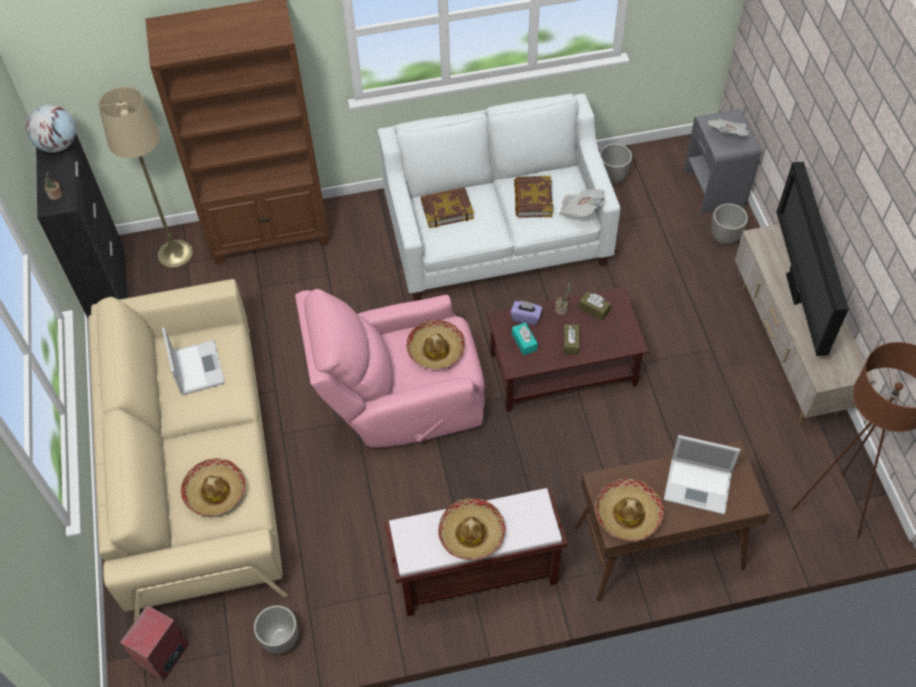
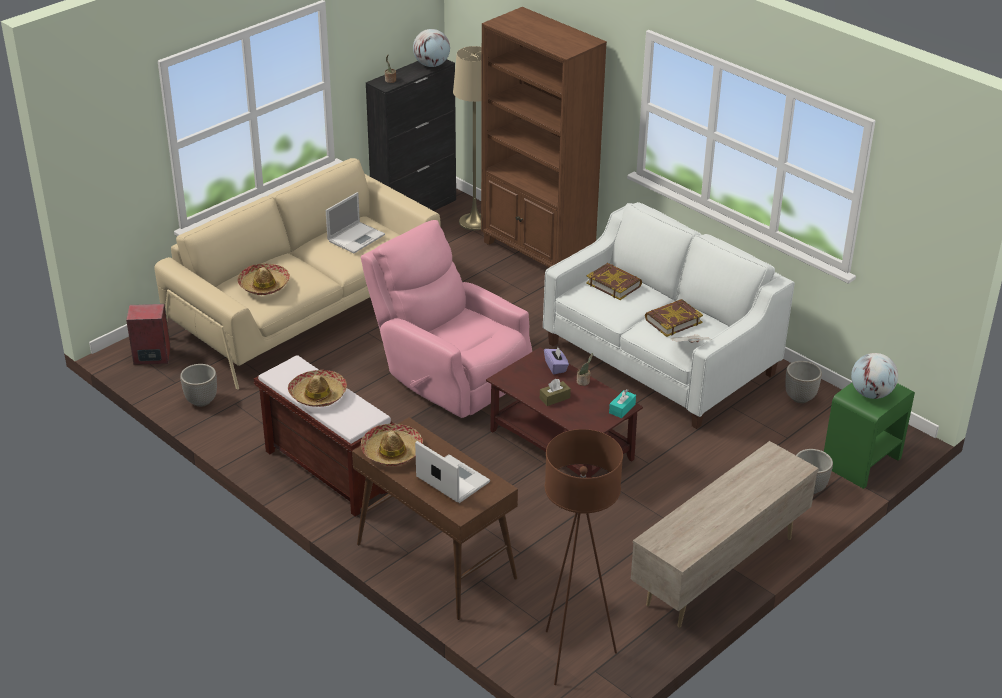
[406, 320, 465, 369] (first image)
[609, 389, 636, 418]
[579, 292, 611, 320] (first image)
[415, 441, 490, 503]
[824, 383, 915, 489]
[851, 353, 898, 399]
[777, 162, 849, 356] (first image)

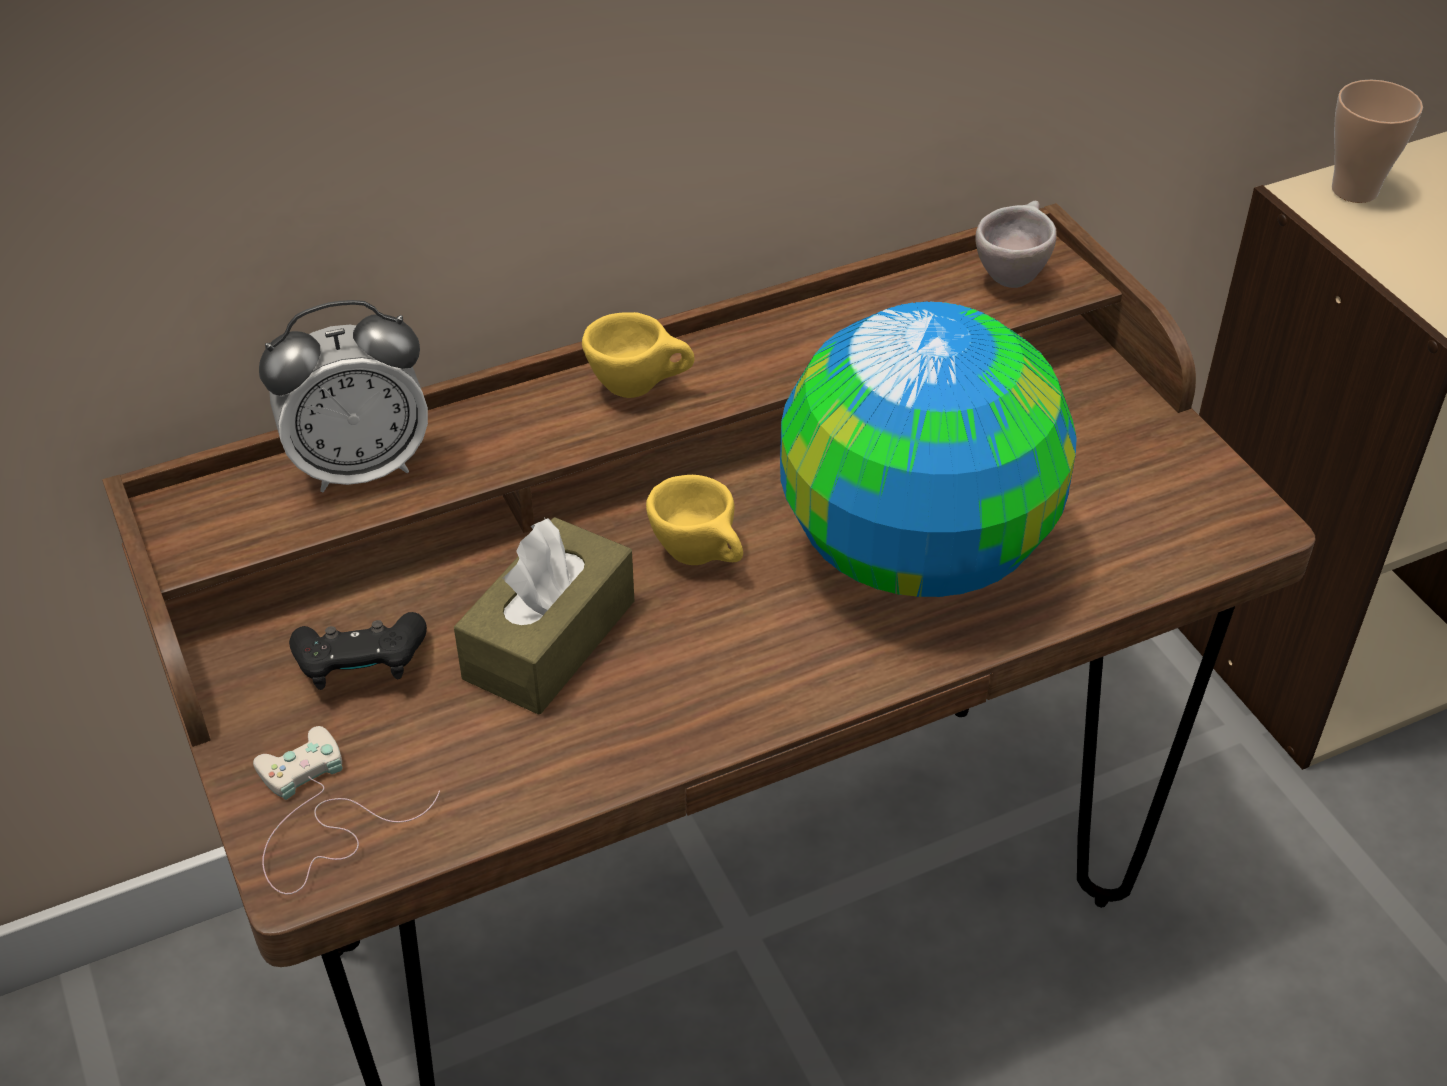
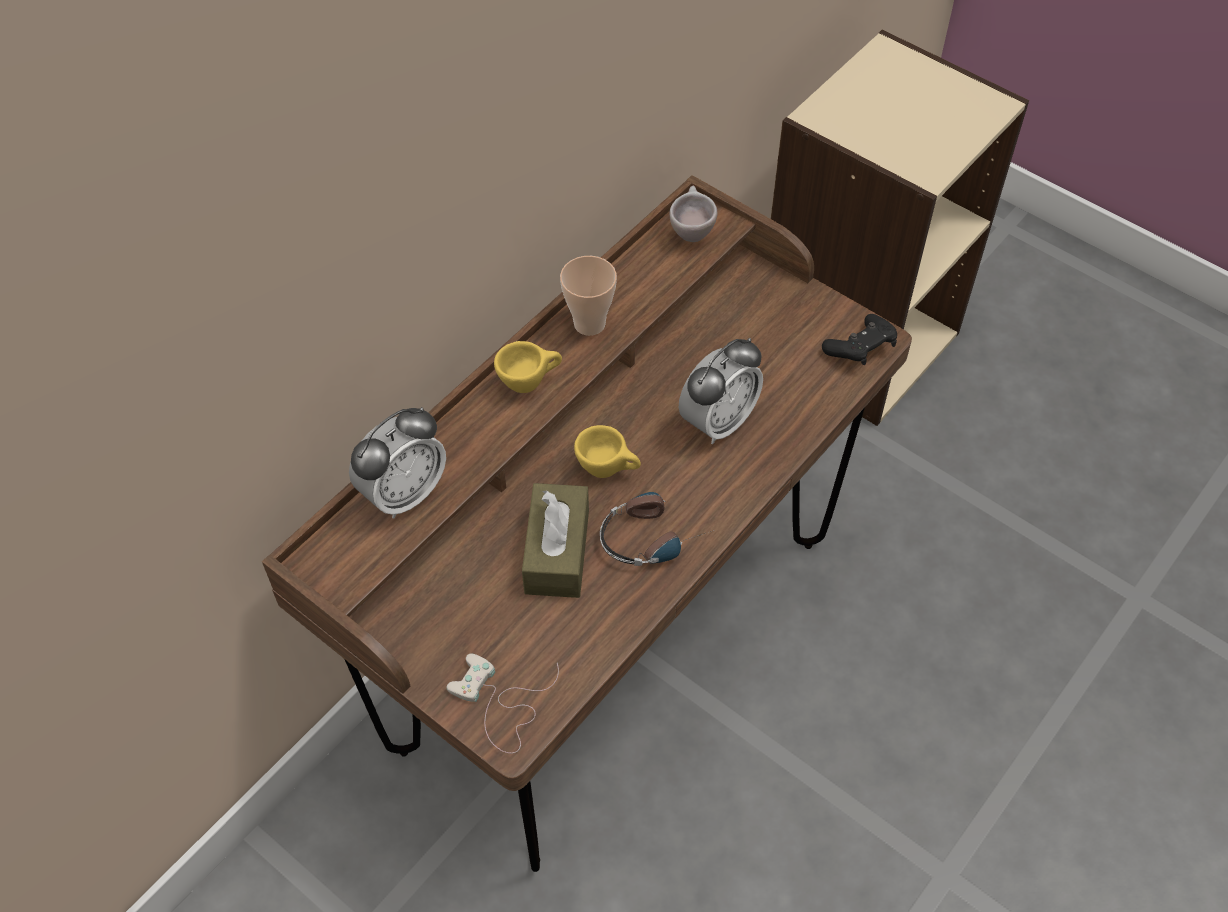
[822, 314, 897, 365]
[679, 338, 763, 444]
[560, 256, 617, 336]
[600, 492, 714, 566]

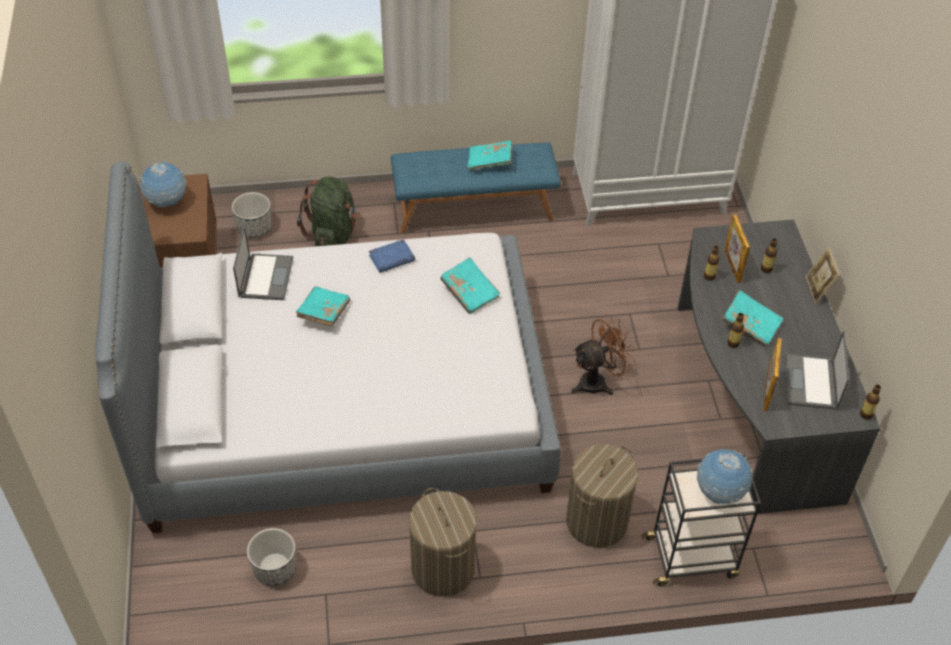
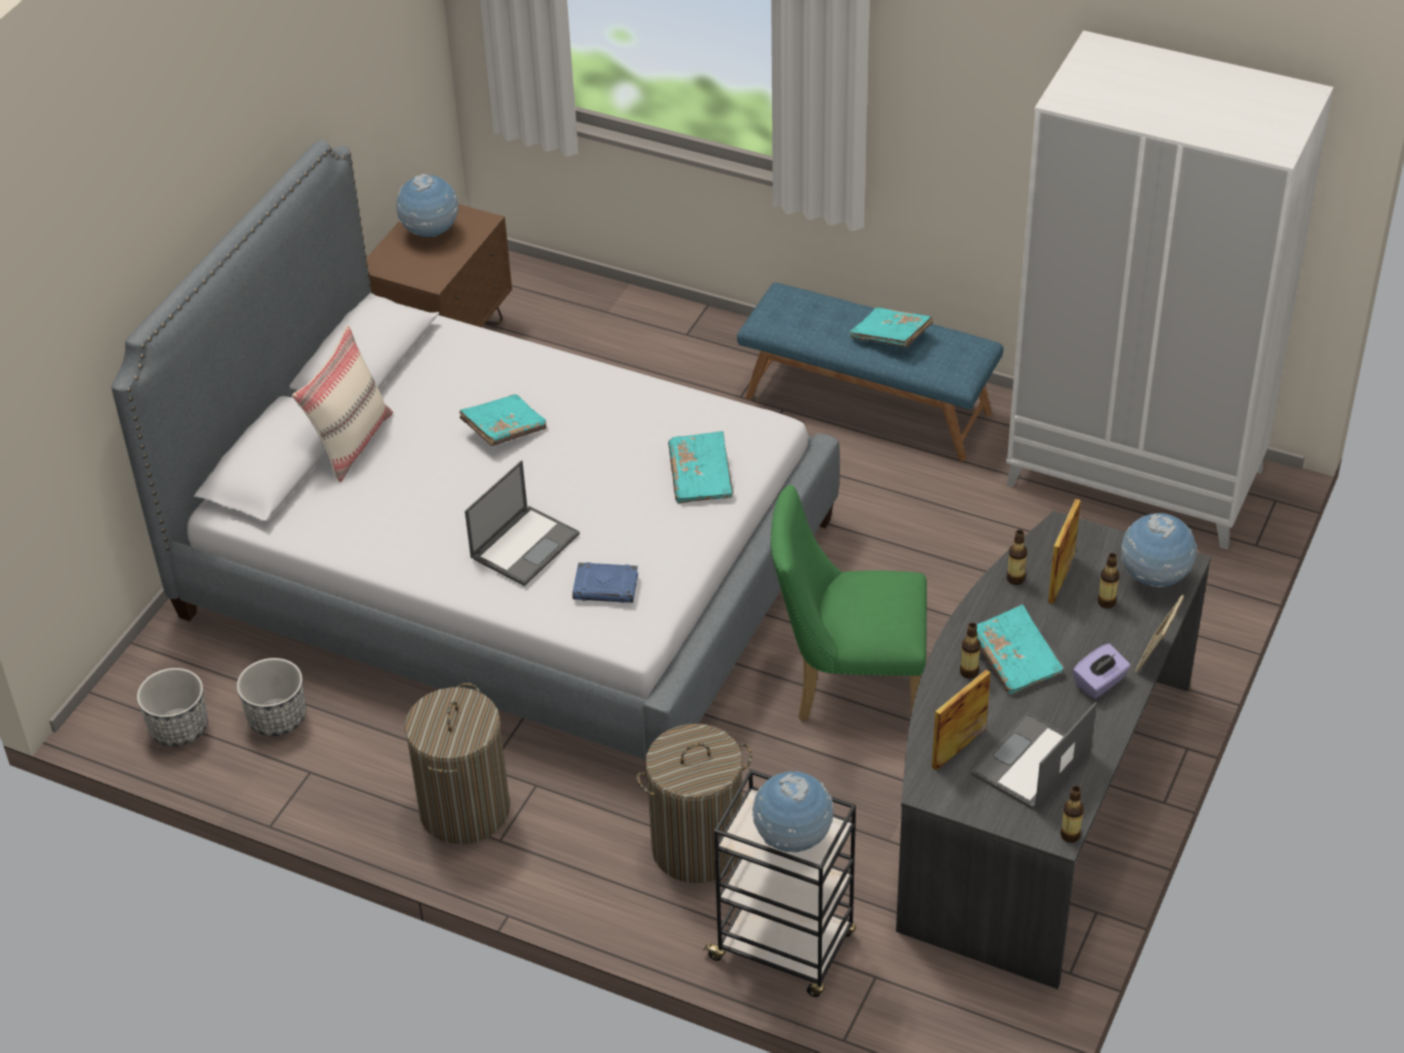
[137, 668, 208, 746]
[465, 460, 580, 586]
[297, 177, 359, 246] (first image)
[572, 562, 638, 603]
[771, 485, 927, 721]
[292, 326, 393, 482]
[1073, 643, 1130, 699]
[1121, 513, 1197, 587]

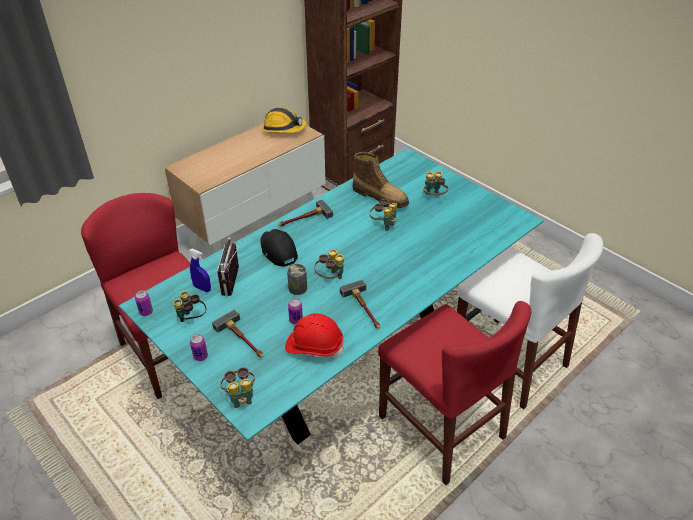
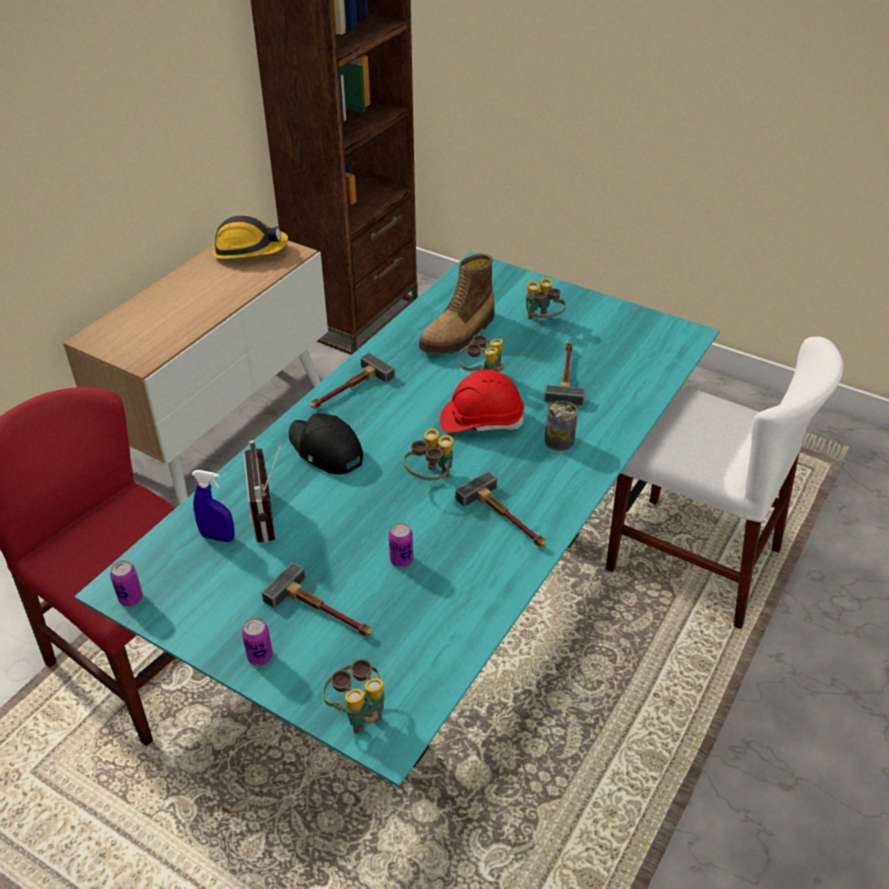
[173, 291, 206, 322] (first image)
[440, 370, 524, 433]
[544, 401, 578, 451]
[419, 254, 495, 354]
[378, 301, 531, 485] (first image)
[544, 343, 585, 406]

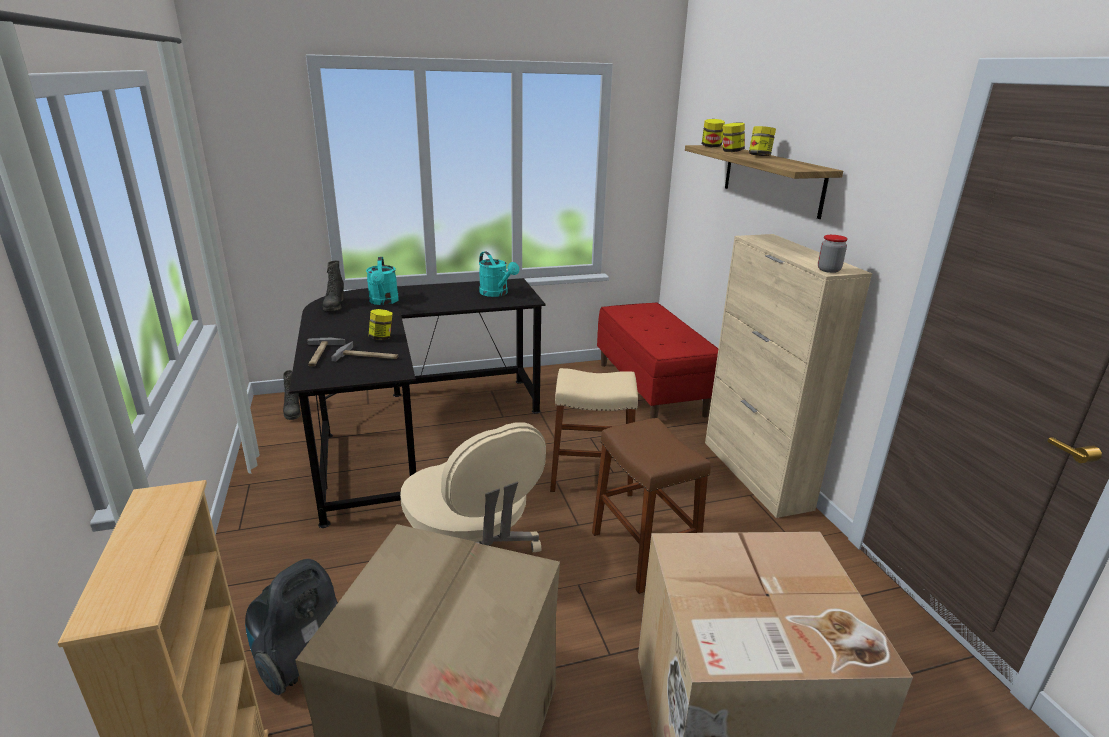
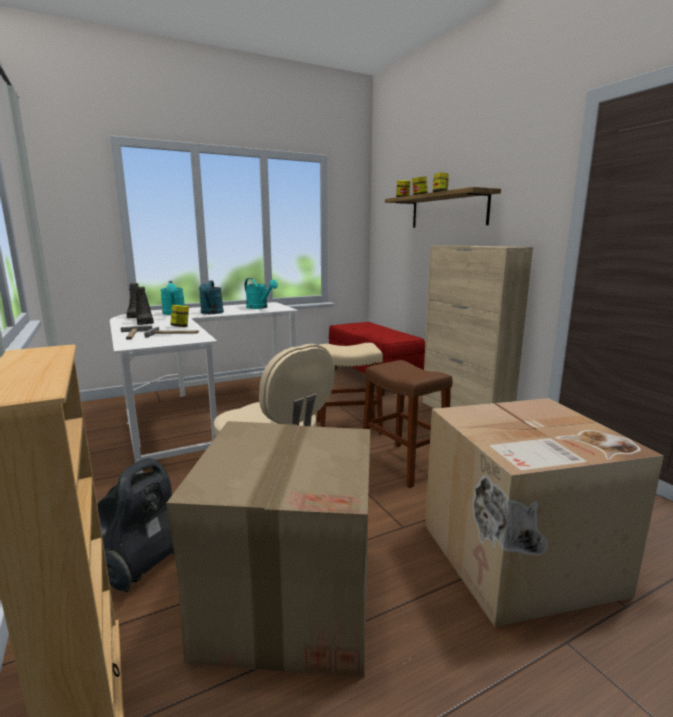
[136, 287, 154, 325]
[110, 302, 298, 474]
[818, 235, 848, 273] (first image)
[199, 281, 224, 314]

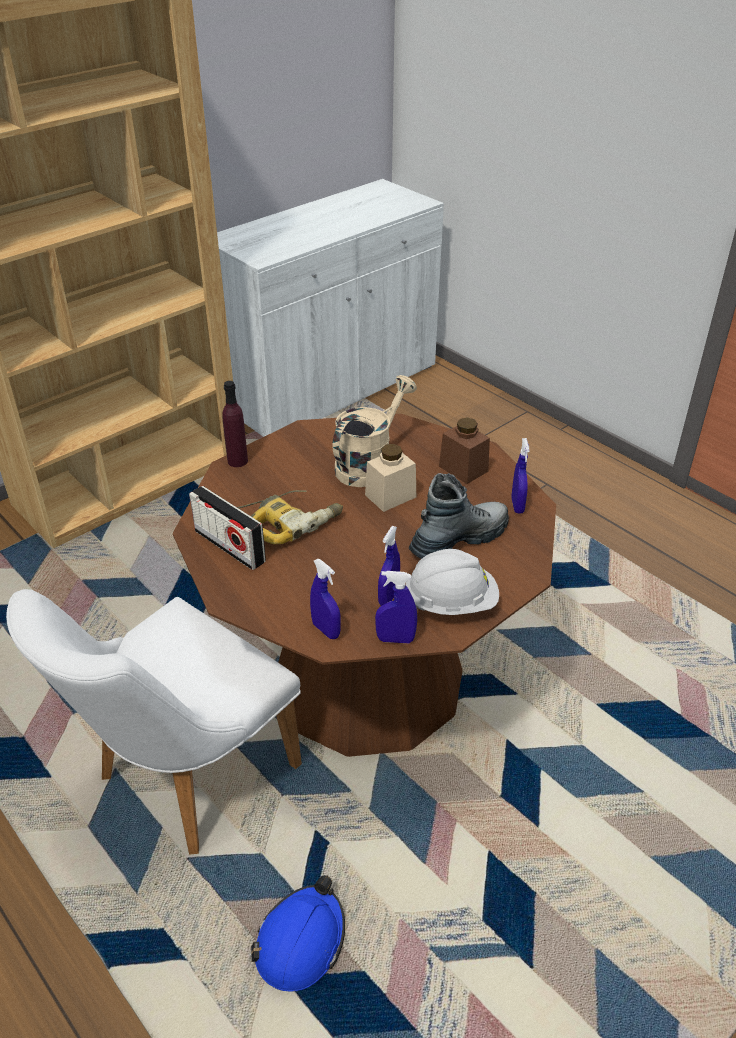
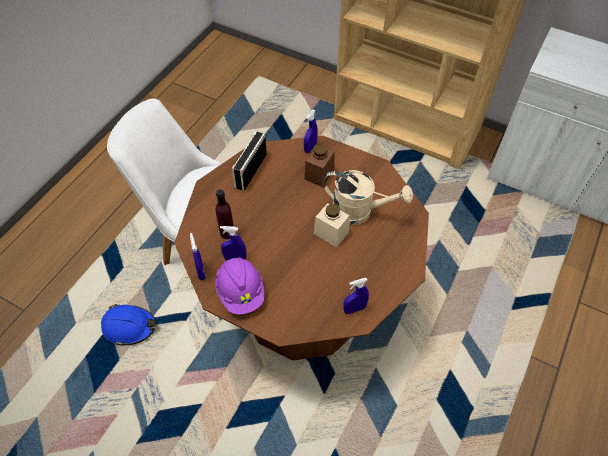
[216, 189, 234, 239]
[237, 490, 343, 544] (first image)
[304, 110, 318, 153]
[215, 257, 264, 315]
[409, 473, 509, 559] (first image)
[304, 145, 335, 187]

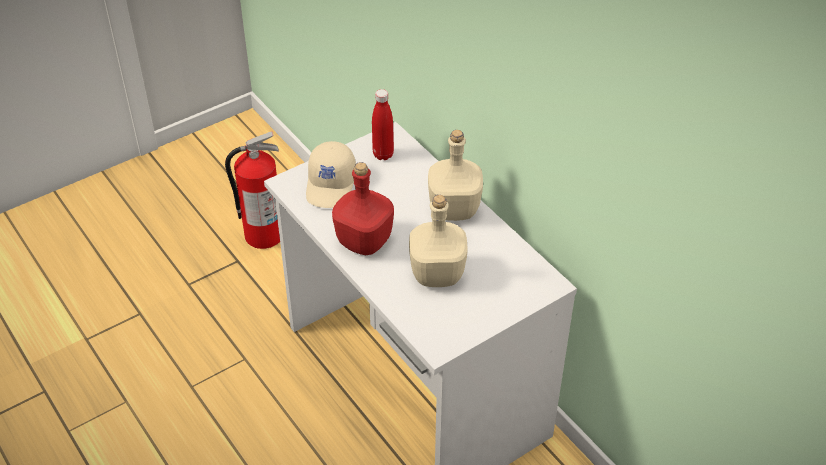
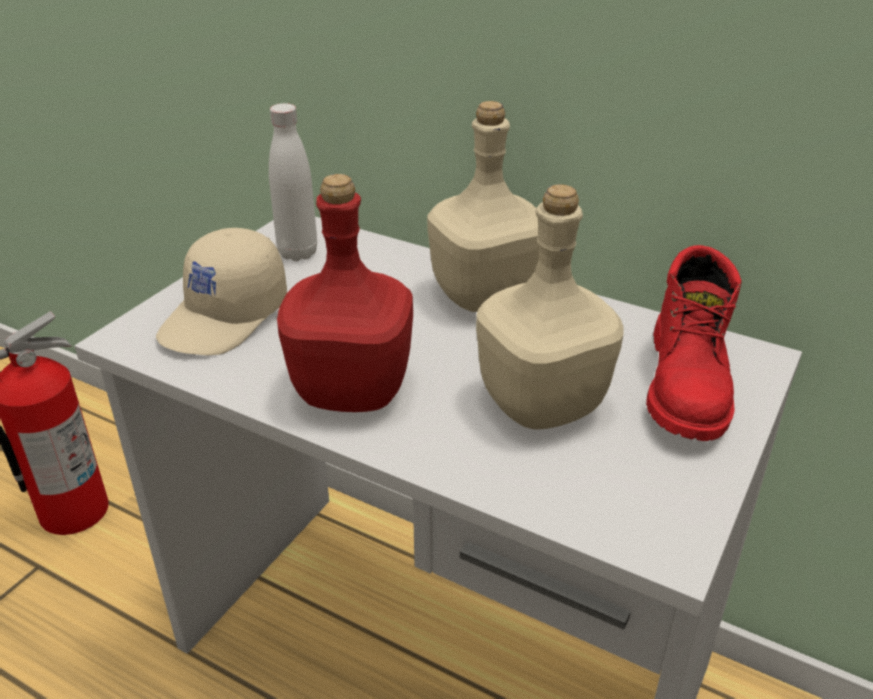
[156, 228, 287, 355]
[269, 103, 317, 261]
[646, 245, 742, 441]

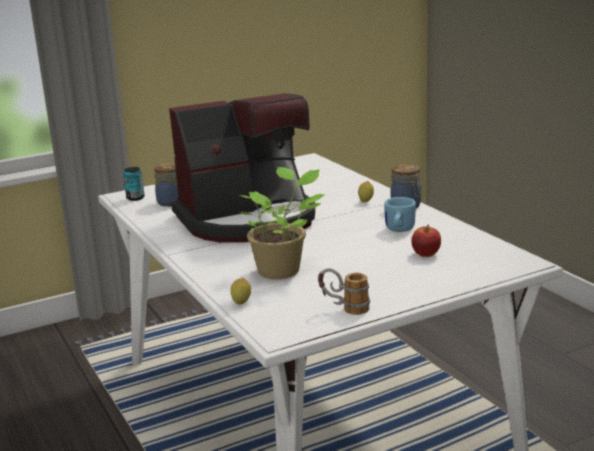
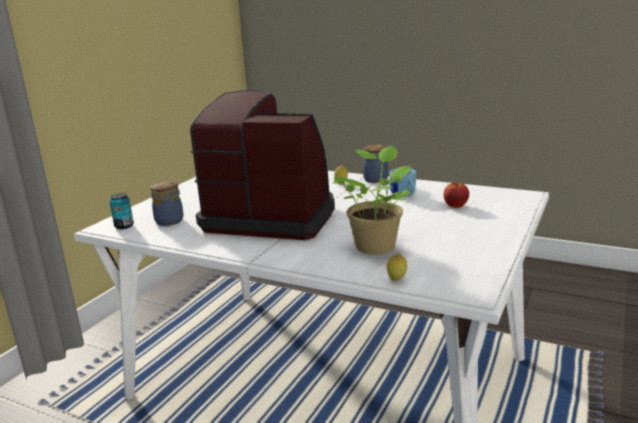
[190, 90, 335, 240]
[318, 268, 370, 315] (first image)

